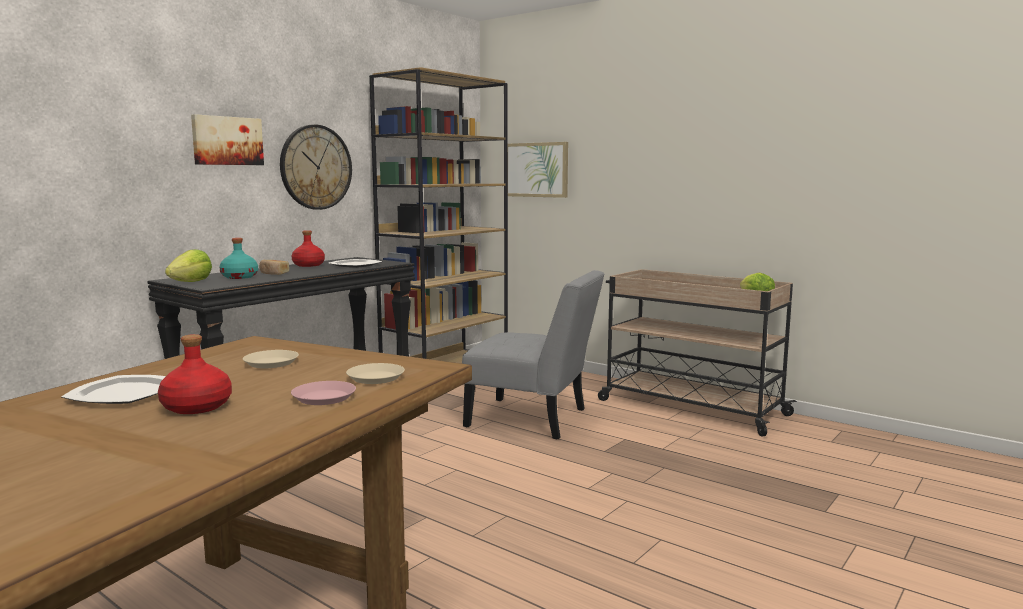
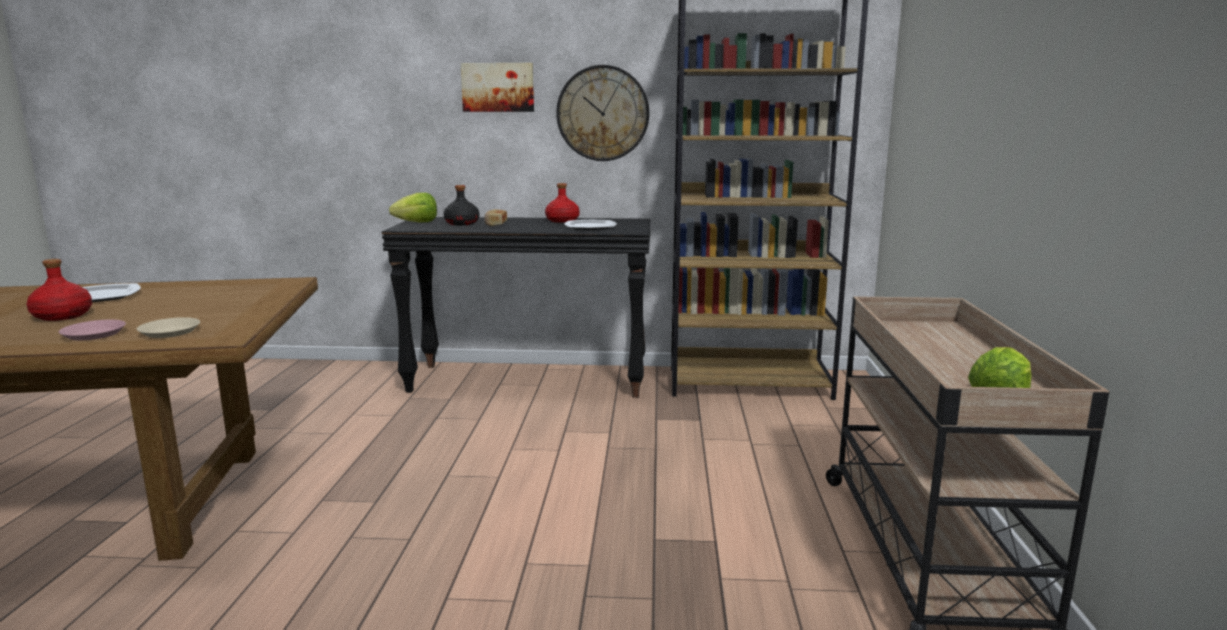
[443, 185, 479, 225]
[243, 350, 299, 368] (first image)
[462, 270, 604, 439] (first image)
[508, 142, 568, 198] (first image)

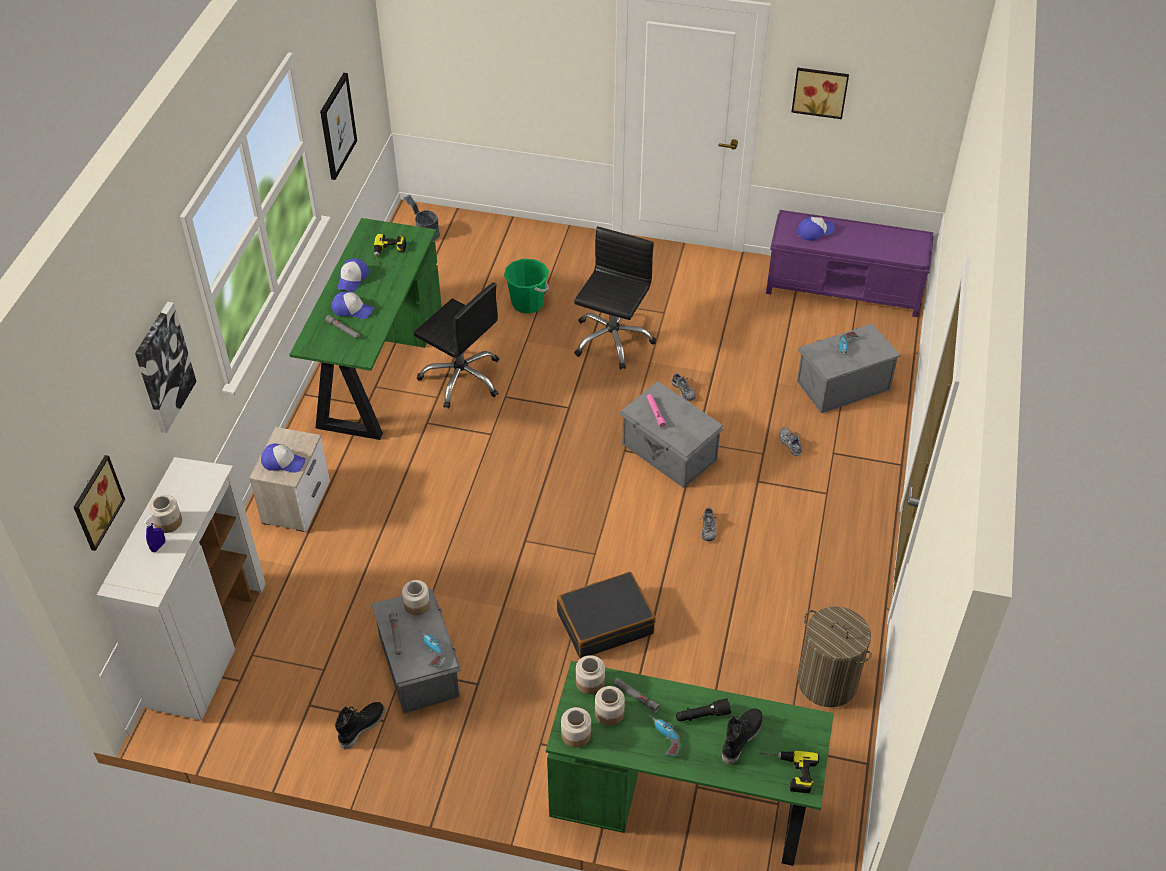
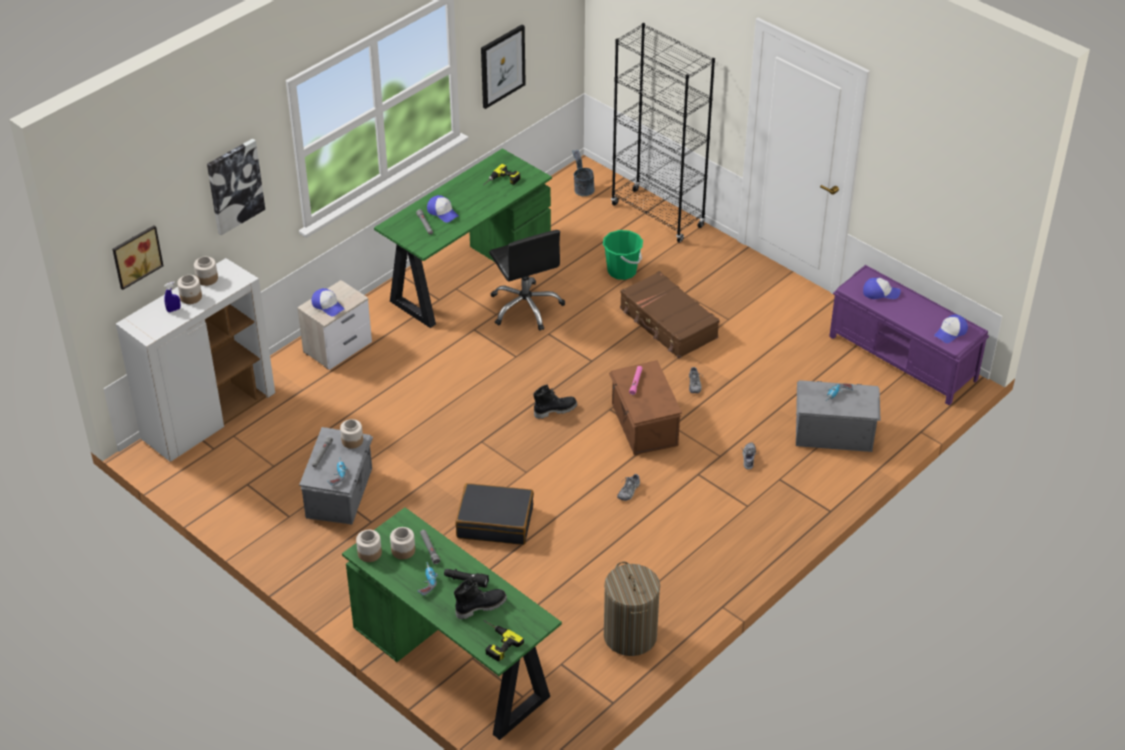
[533, 385, 577, 419]
[934, 314, 968, 343]
[620, 271, 720, 358]
[194, 256, 218, 286]
[609, 360, 682, 455]
[791, 67, 849, 119] (first image)
[611, 23, 715, 243]

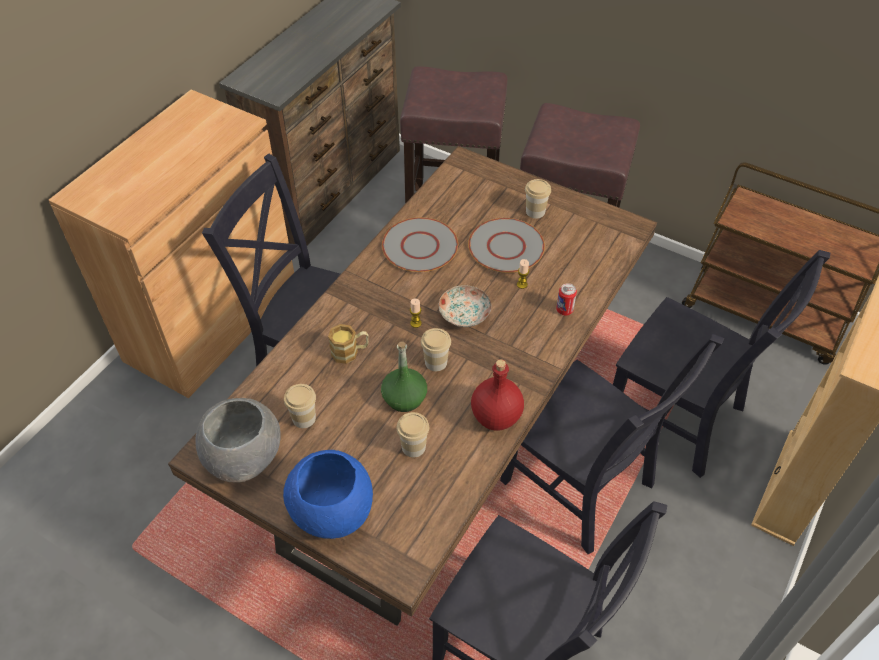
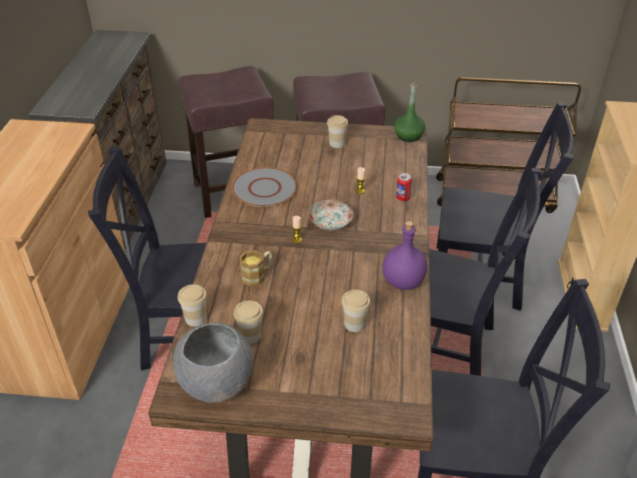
[283, 450, 373, 539] (first image)
[394, 82, 425, 142]
[178, 284, 207, 327]
[468, 218, 545, 273] (first image)
[383, 221, 427, 290]

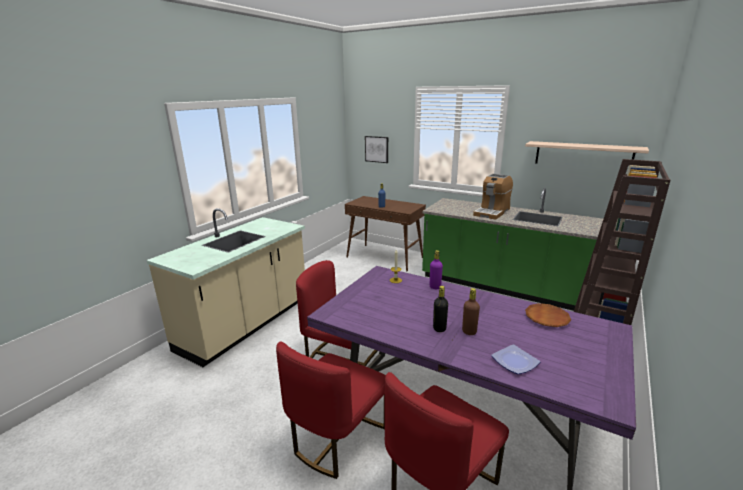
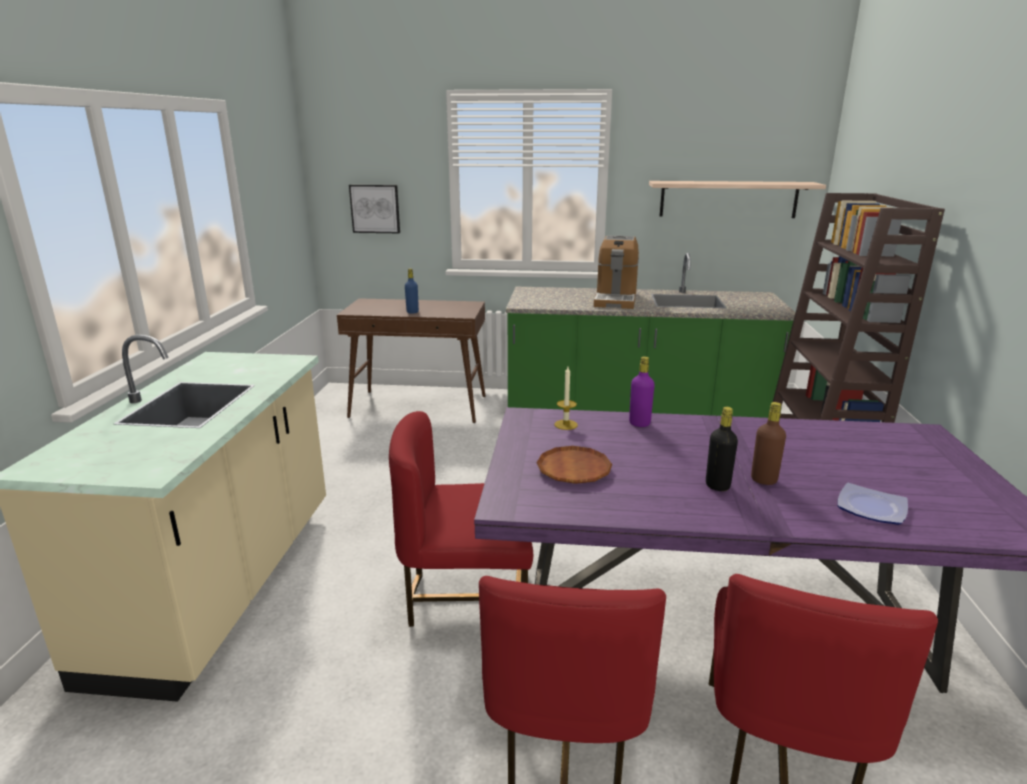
[536, 446, 612, 484]

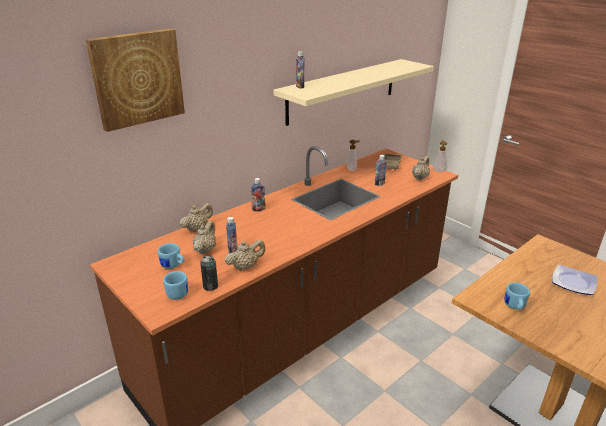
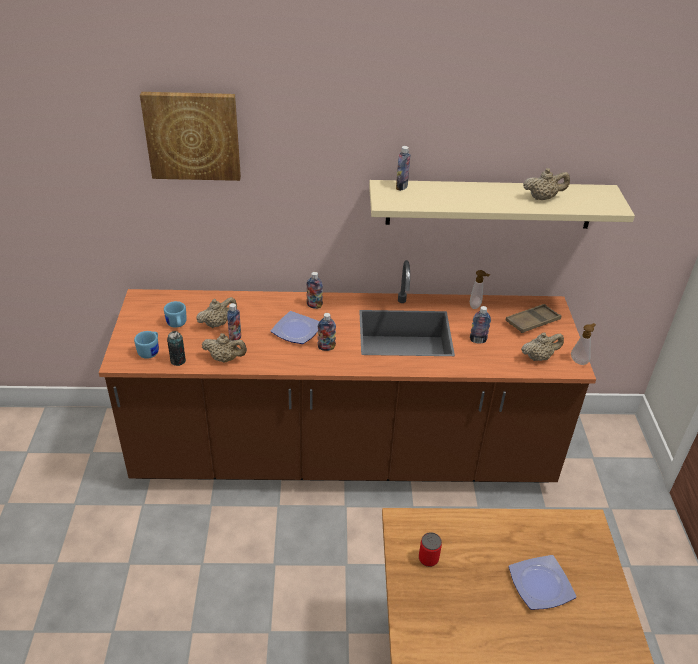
[523, 168, 570, 200]
[419, 532, 442, 567]
[271, 311, 320, 344]
[317, 313, 336, 351]

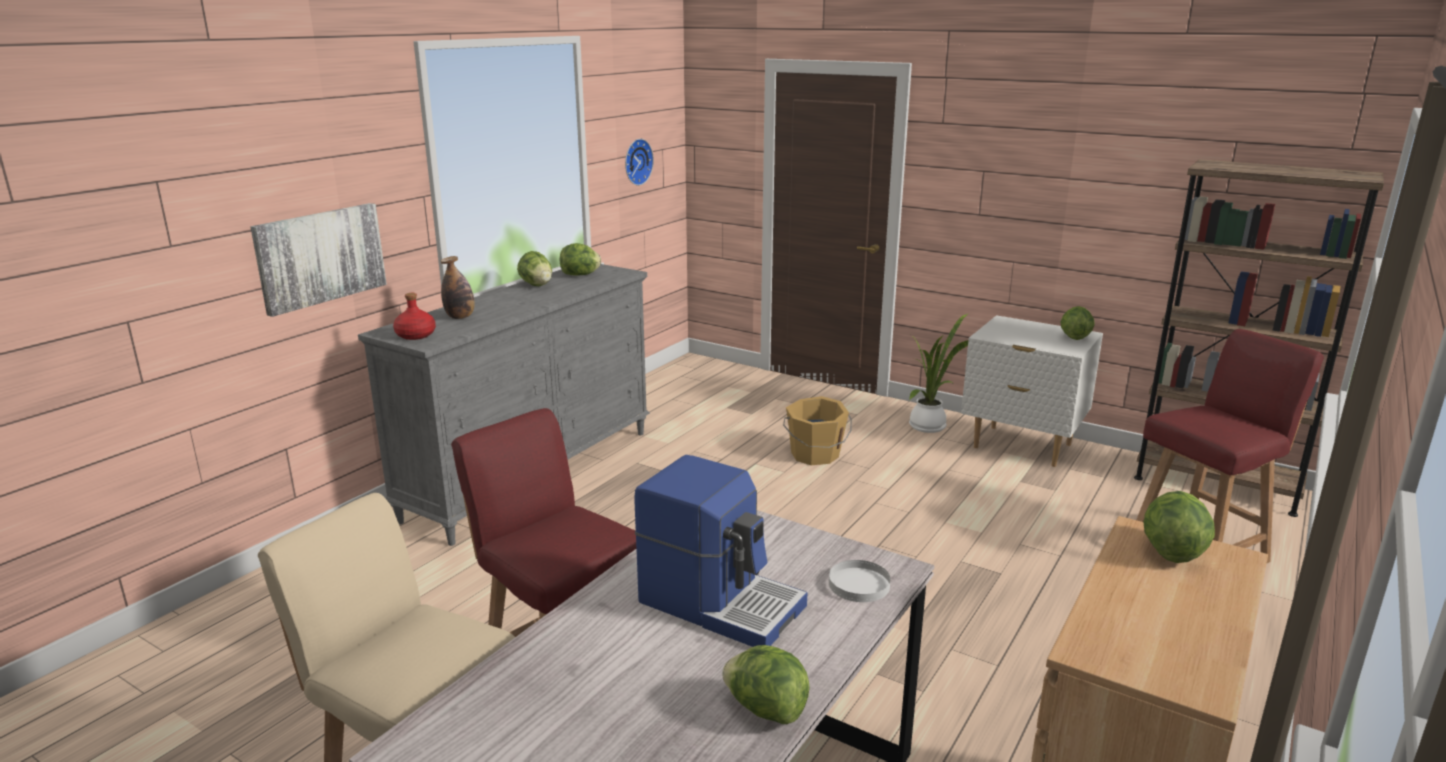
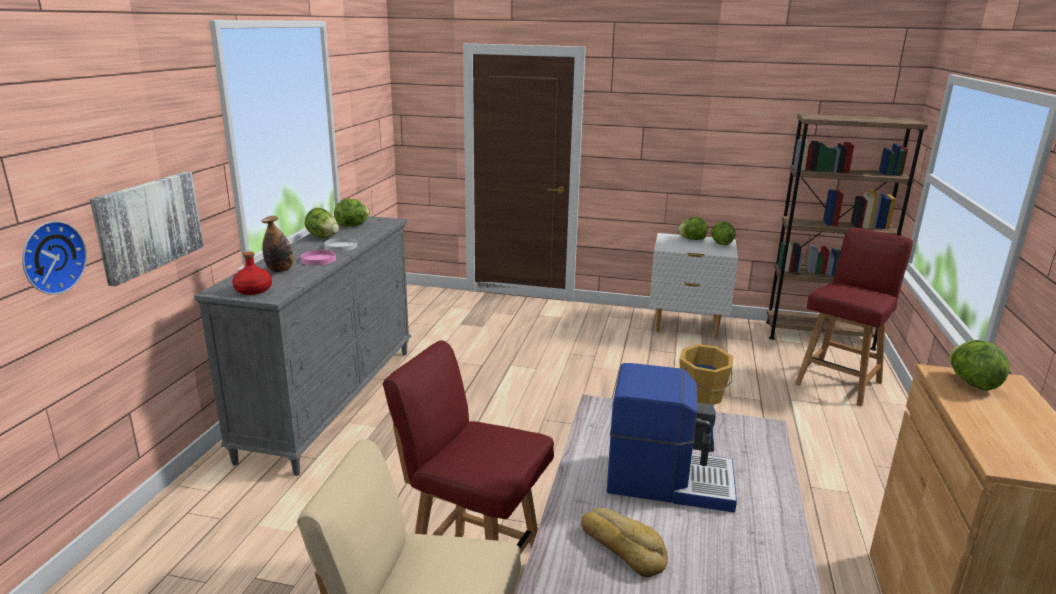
[22, 221, 87, 295]
[677, 217, 707, 240]
[679, 344, 733, 405]
[324, 238, 357, 252]
[909, 314, 968, 433] (first image)
[301, 250, 336, 265]
[581, 508, 668, 577]

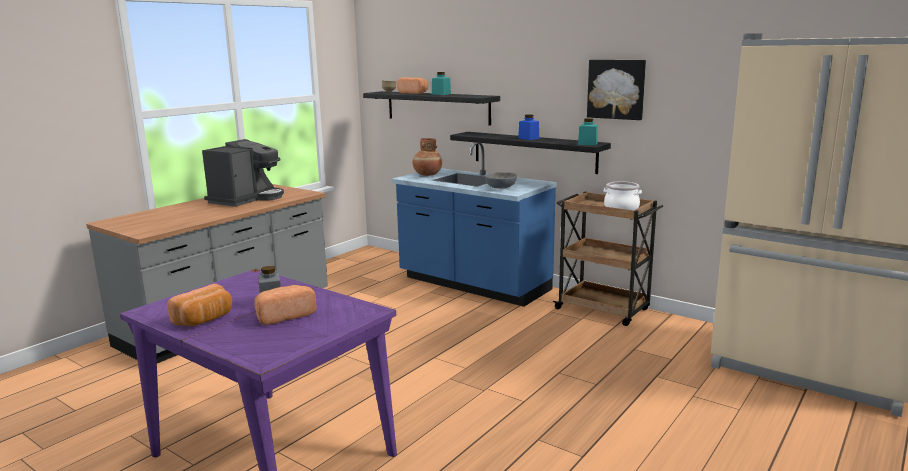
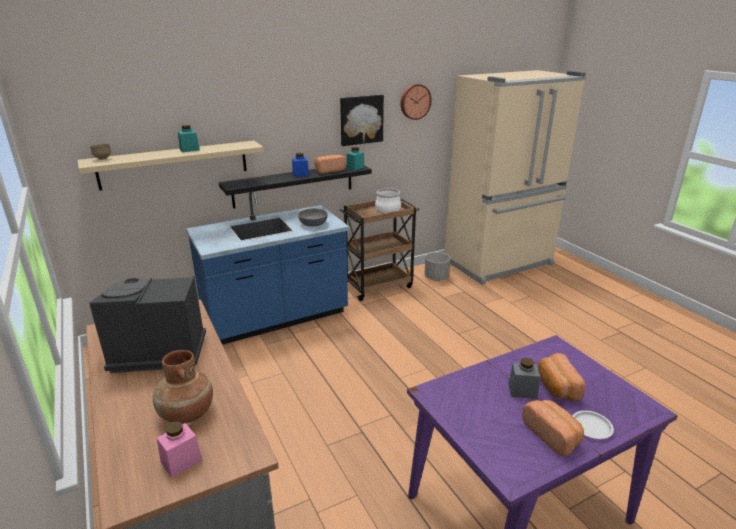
[89, 276, 206, 373]
[78, 141, 264, 191]
[315, 155, 346, 174]
[153, 350, 213, 424]
[157, 421, 202, 478]
[401, 84, 432, 120]
[424, 252, 450, 281]
[572, 410, 614, 439]

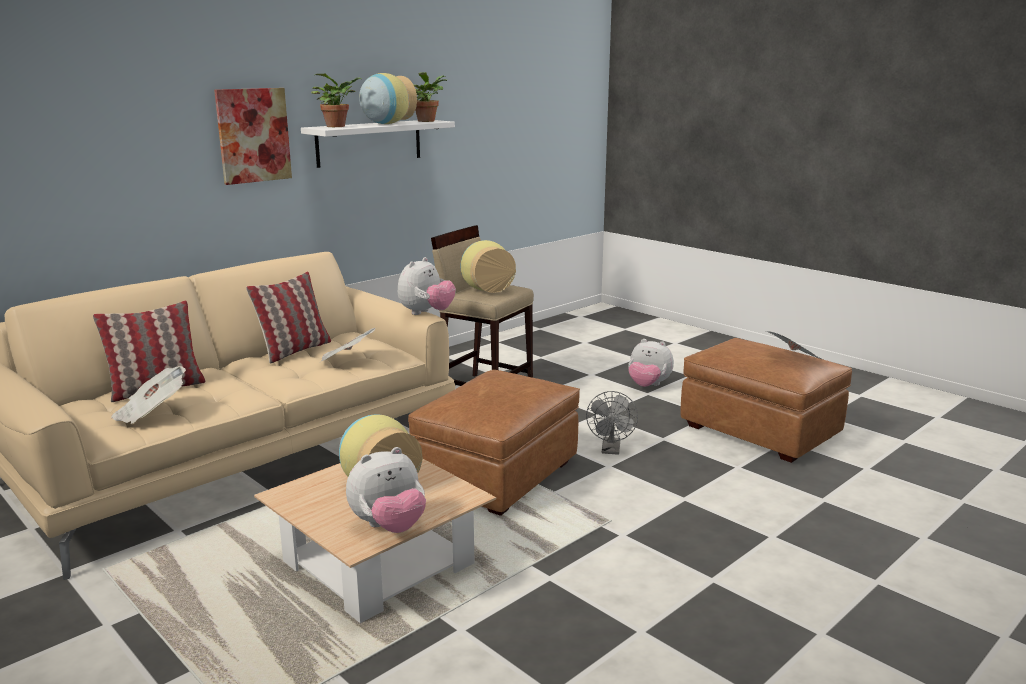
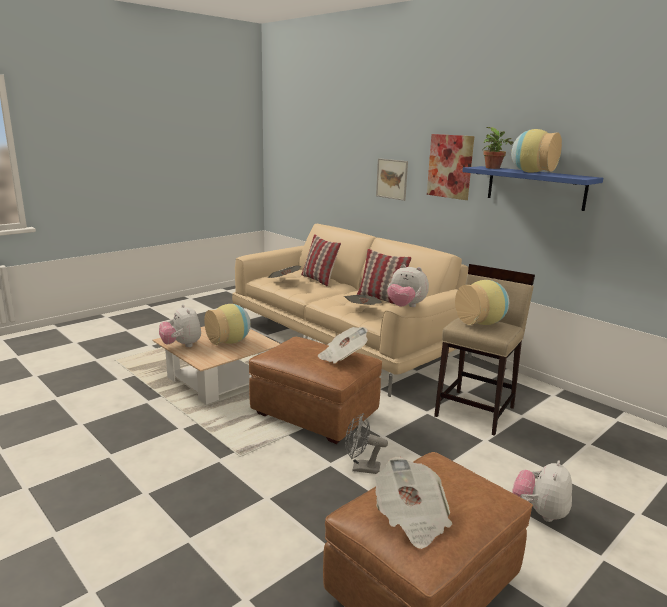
[463, 166, 603, 211]
[414, 72, 447, 122] (first image)
[318, 327, 368, 363]
[376, 158, 408, 201]

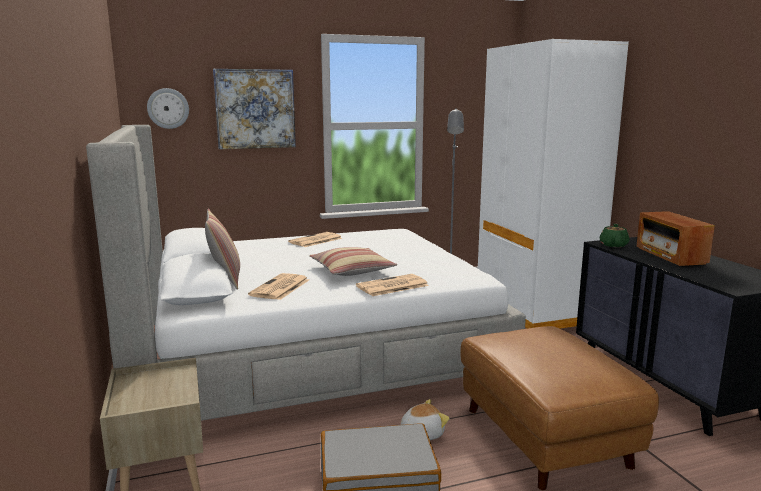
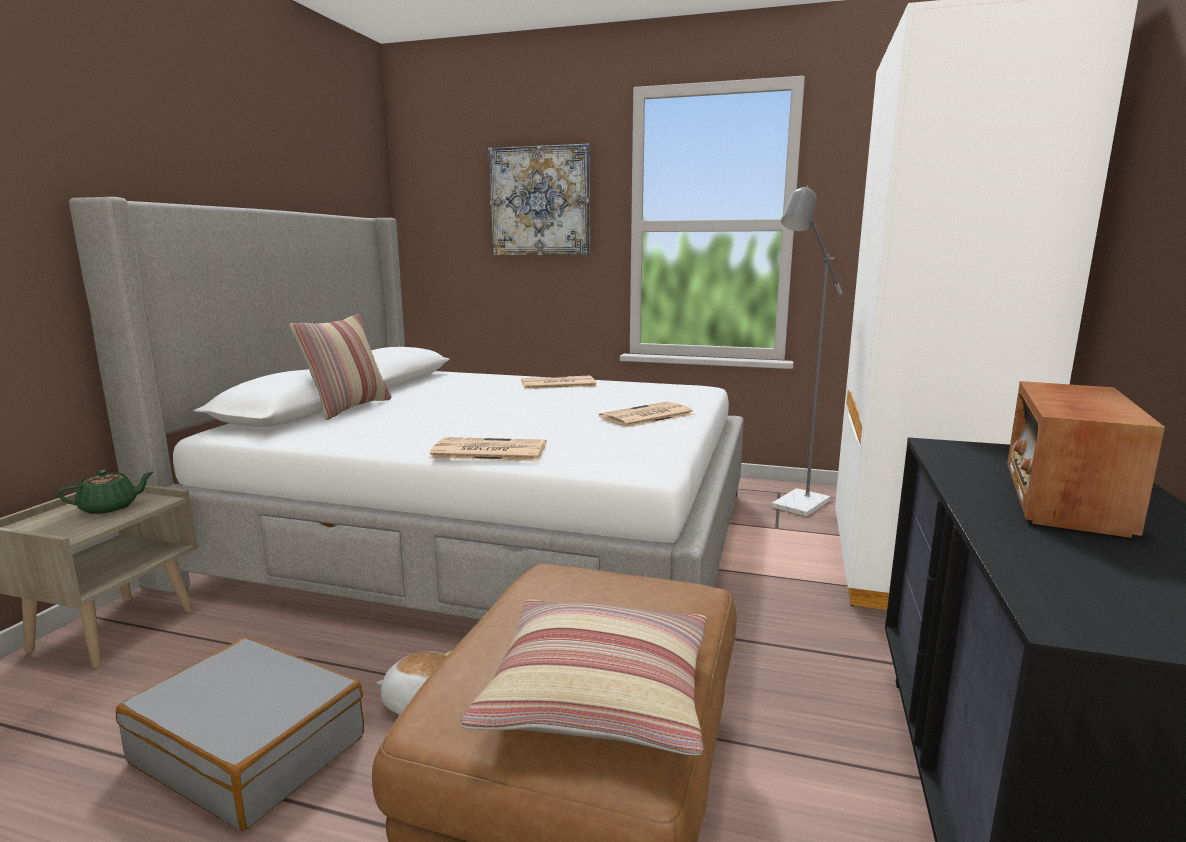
[147, 88, 189, 129] (first image)
[599, 401, 694, 428]
[460, 599, 707, 755]
[57, 470, 153, 514]

